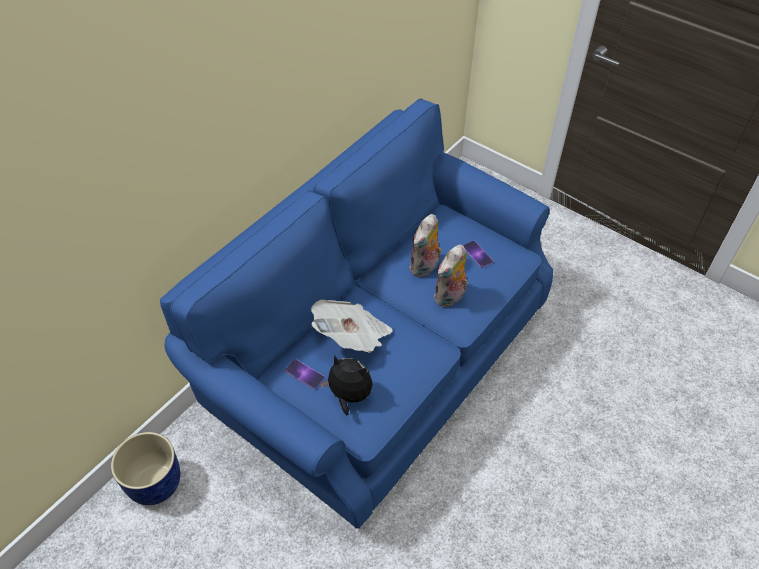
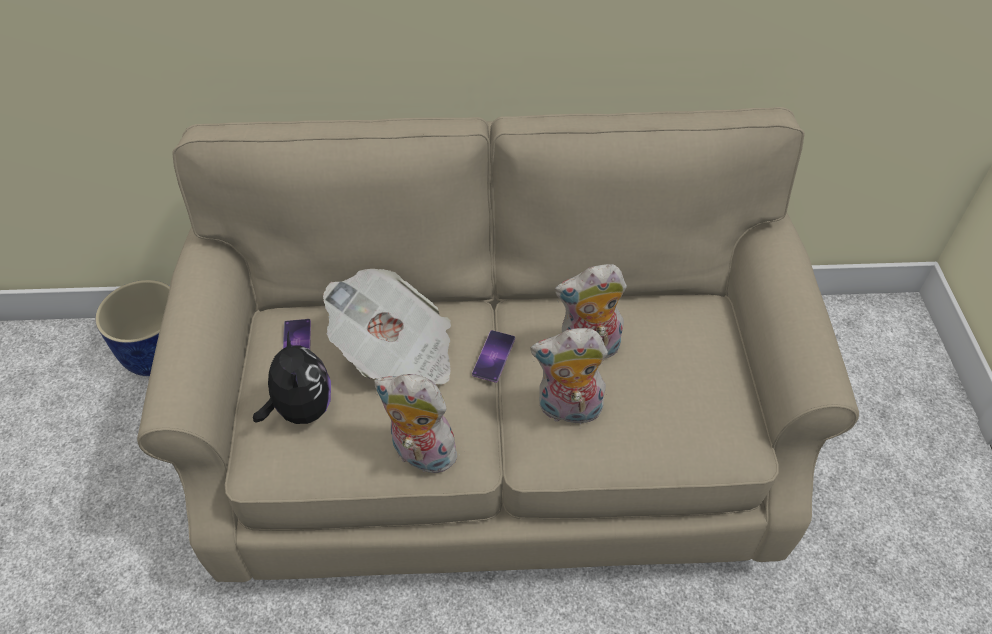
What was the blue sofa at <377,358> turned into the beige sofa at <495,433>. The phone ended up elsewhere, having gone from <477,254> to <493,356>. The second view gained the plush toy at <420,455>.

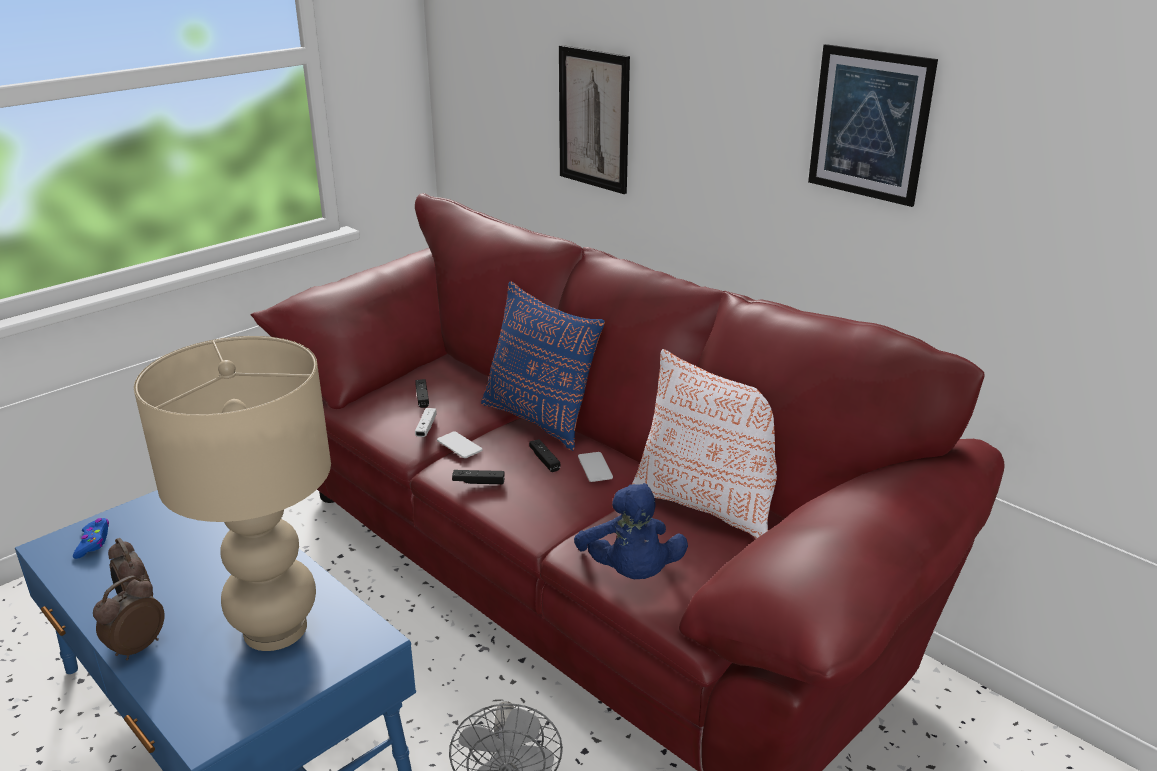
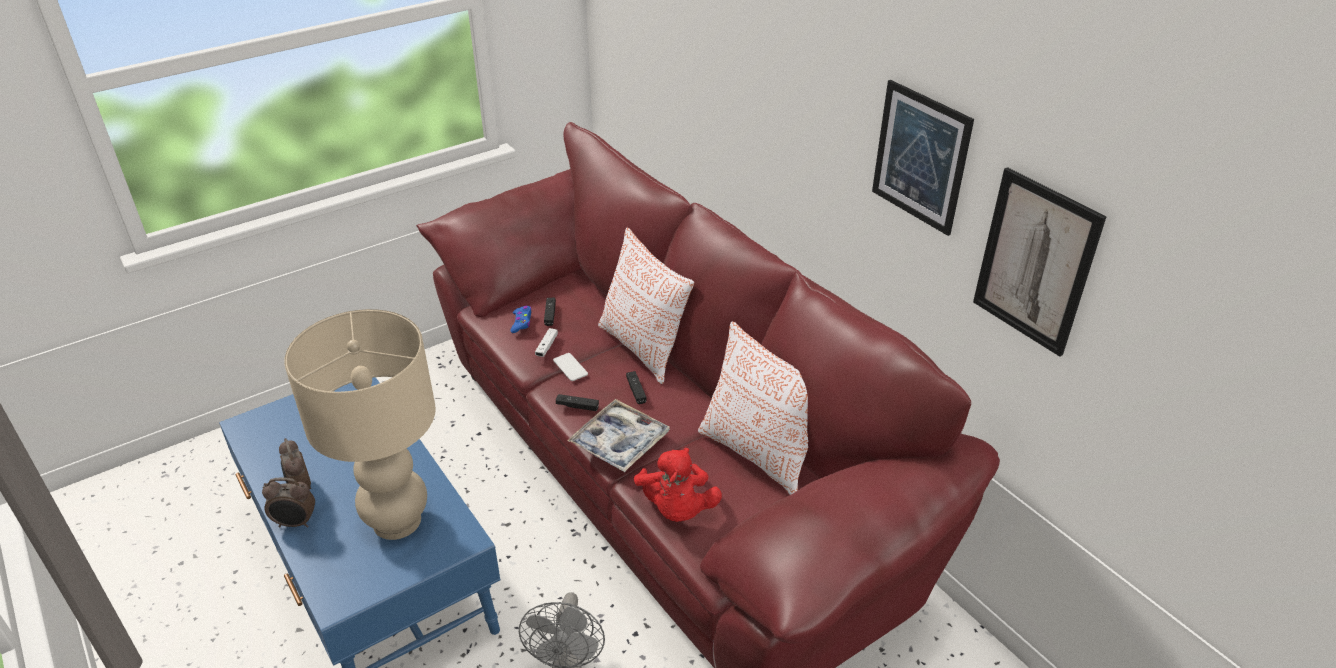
The blue game controller ended up elsewhere, having gone from <93,542> to <521,322>. The alarm clock at <136,647> ended up facing another way, 135 degrees counterclockwise from before. What was the blue pillow at <539,420> turned into the white pillow at <643,348>. The picture ended up elsewhere, having gone from <594,119> to <1035,262>. What was the blue plush toy at <630,572> turned into the red plush toy at <676,509>. The second view lost the phone at <595,467>. The second view gained the tray at <619,442>.

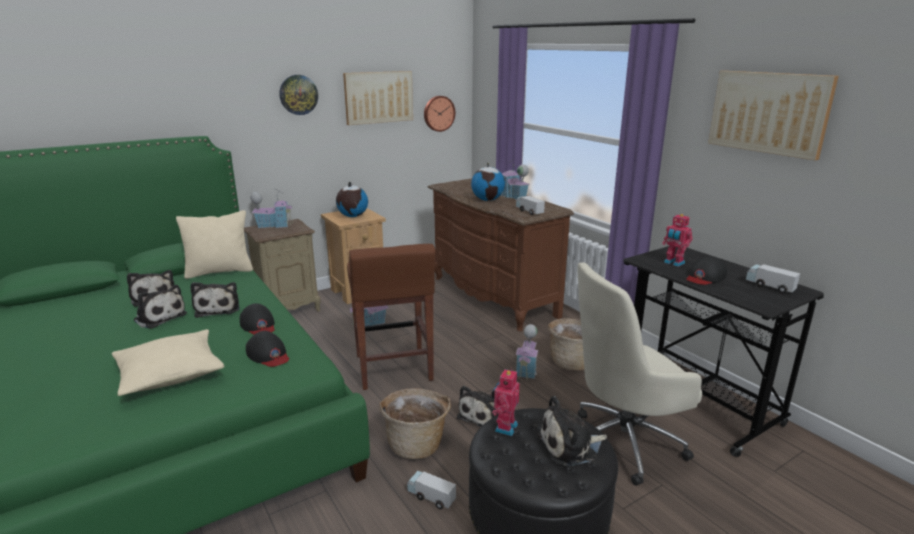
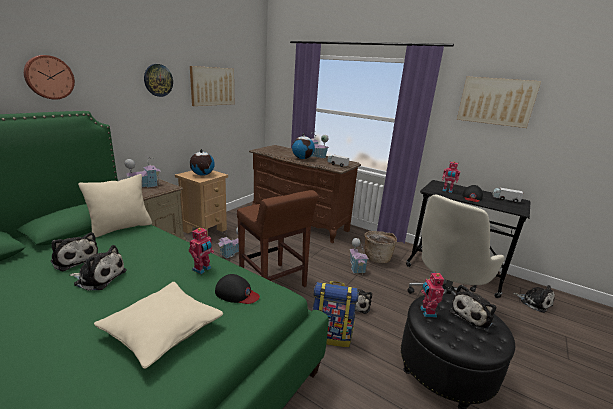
The plush toy ended up elsewhere, having gone from <218,308> to <534,302>. Where the black cap stood at <258,325>, the toy robot came to stand at <202,269>. Where the basket stood at <417,444>, the backpack came to stand at <331,335>. The second view lost the toy truck at <431,496>. The wall clock ended up elsewhere, having gone from <438,113> to <49,77>.

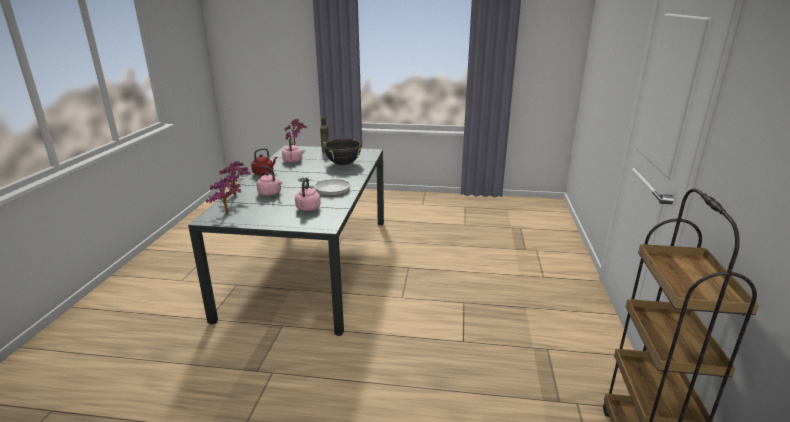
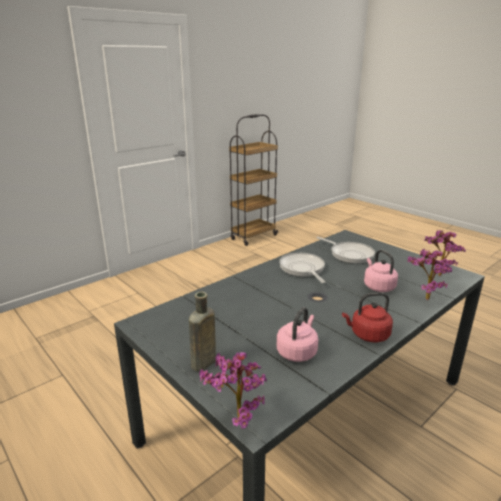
Where the pink kettle stood at <307,209>, the frying pan came to stand at <349,254>. The second view lost the black cooking pot at <343,164>.

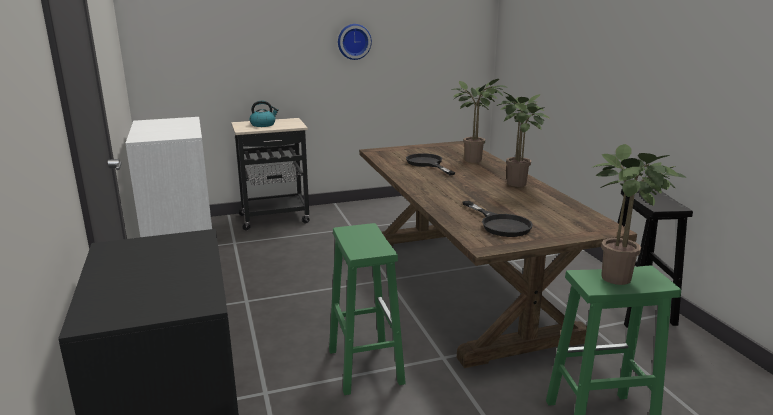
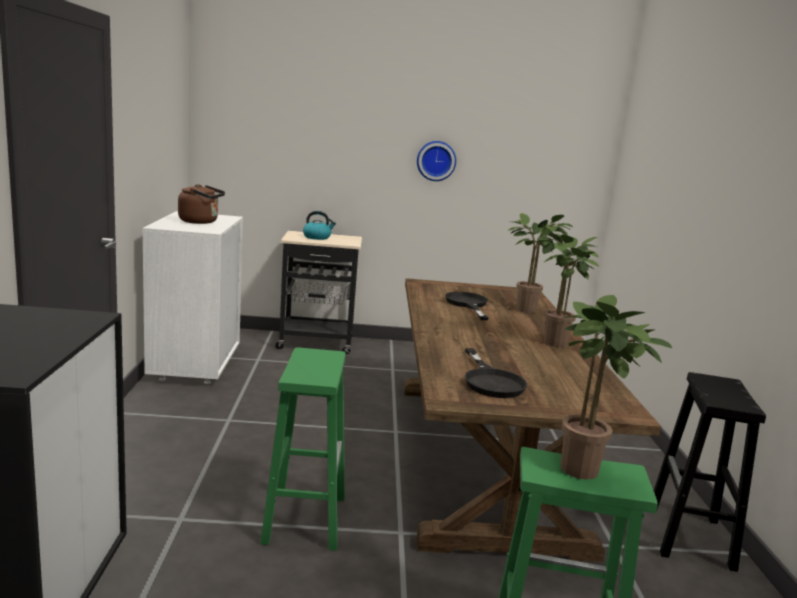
The second view gained the brown kettle at <201,222>.

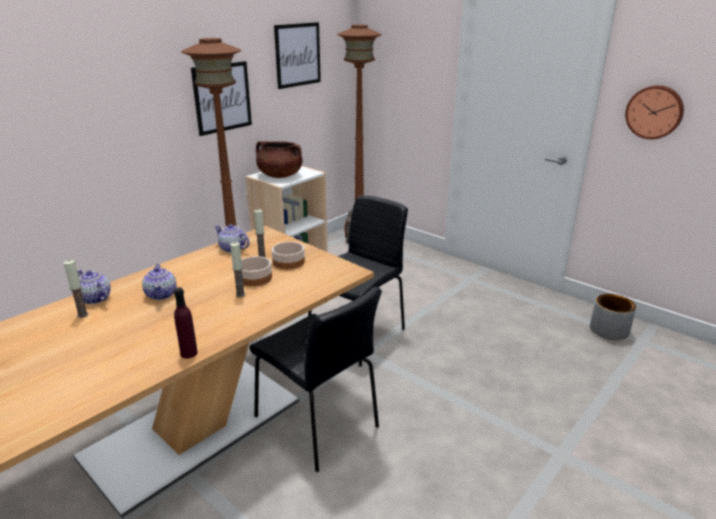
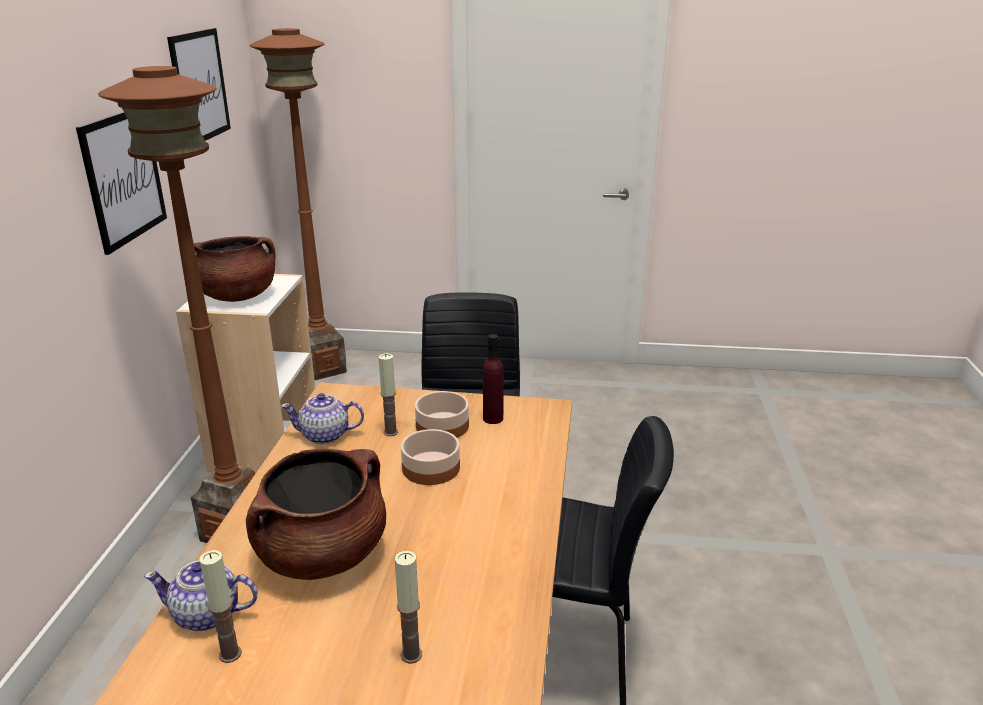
Where the teapot stood at <161,294>, the brown cooking pot came to stand at <322,554>. The purple bottle ended up elsewhere, having gone from <189,353> to <493,418>. The candle ended up elsewhere, having gone from <240,294> to <411,654>. The second view lost the grey planter at <609,331>. The second view lost the wall clock at <654,112>.

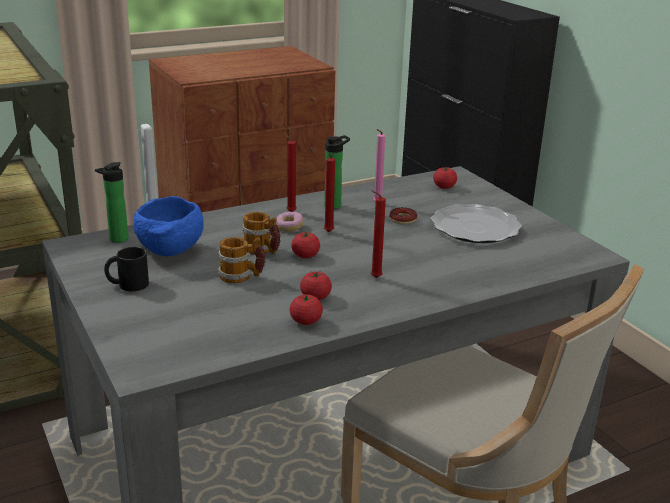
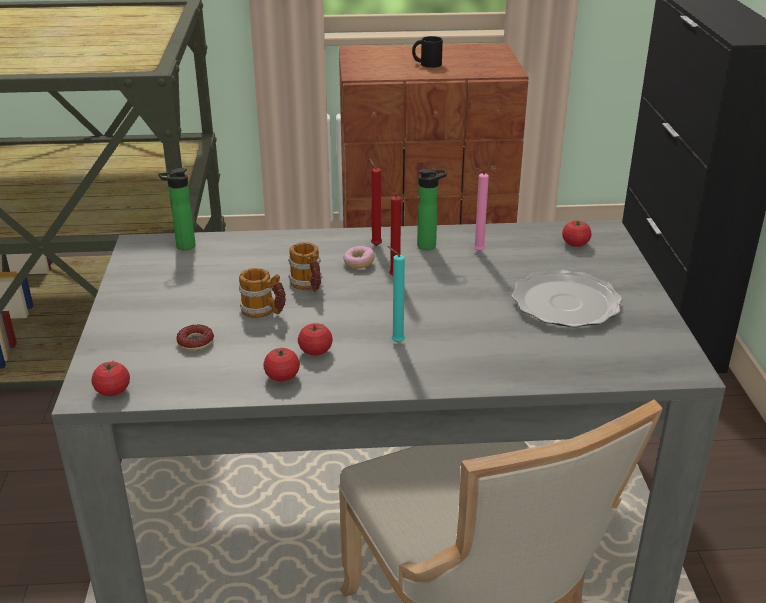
The black mug ended up elsewhere, having gone from <127,284> to <426,64>. The second view lost the blue bowl at <170,252>. The tomato ended up elsewhere, having gone from <305,255> to <113,391>. What was the red candle at <374,278> turned into the turquoise candle at <395,342>. The donut ended up elsewhere, having gone from <403,219> to <195,342>.

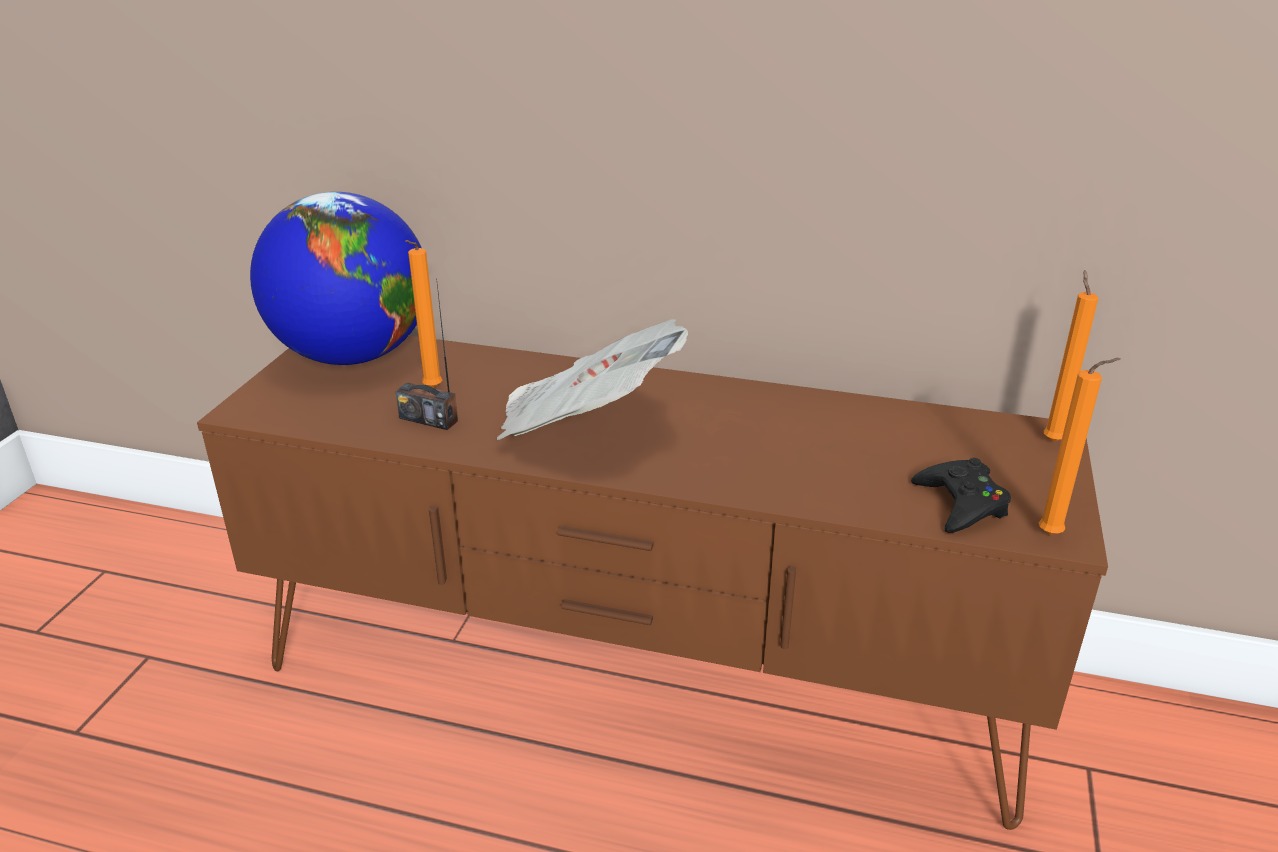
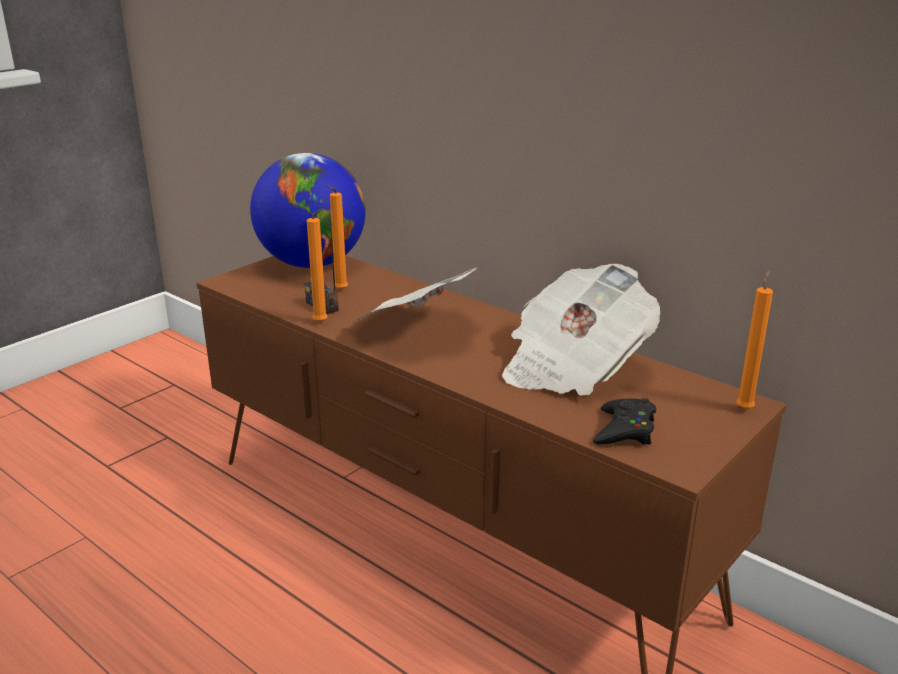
The orange candle ended up elsewhere, having gone from <1054,535> to <321,323>. The second view gained the newspaper at <572,366>.

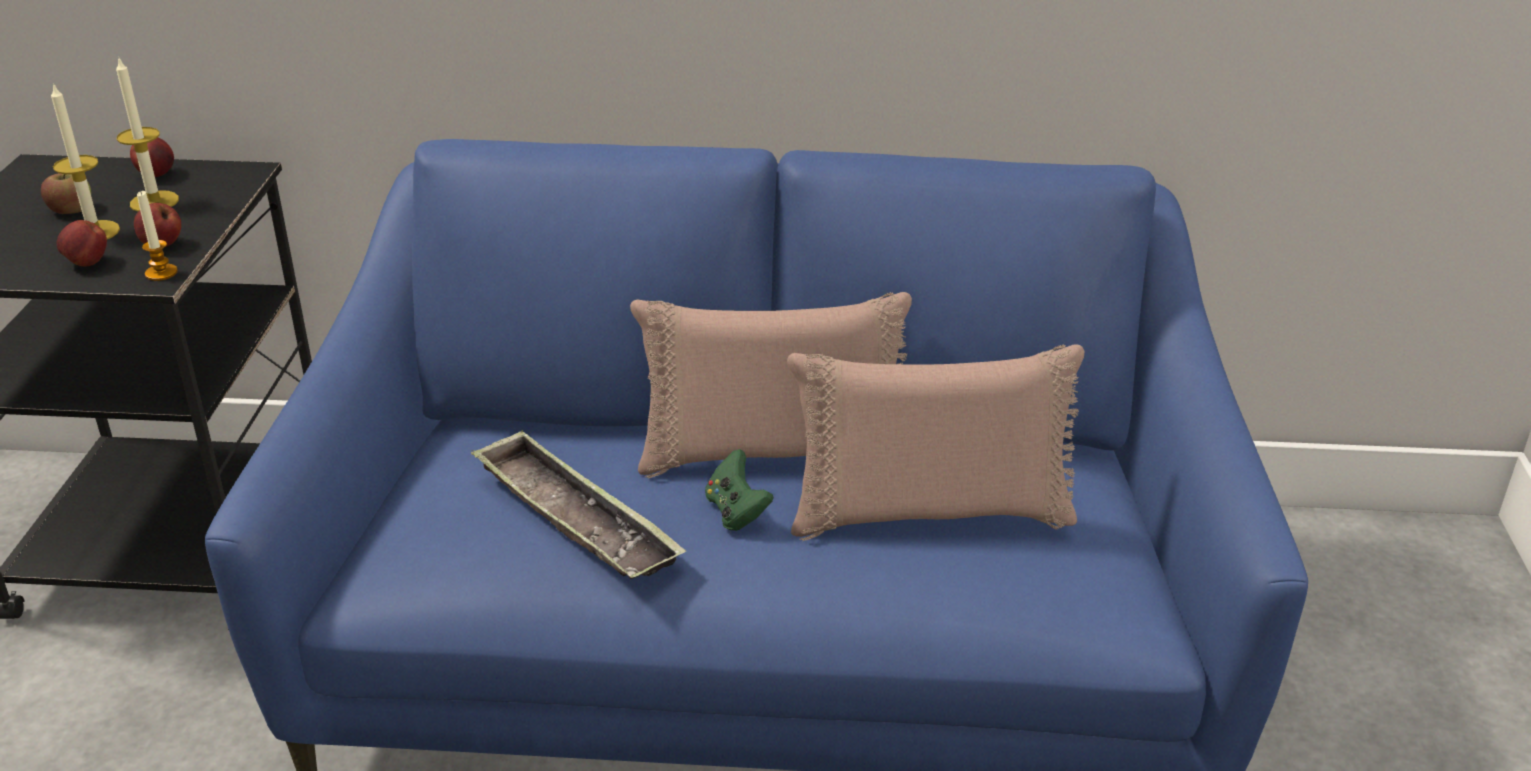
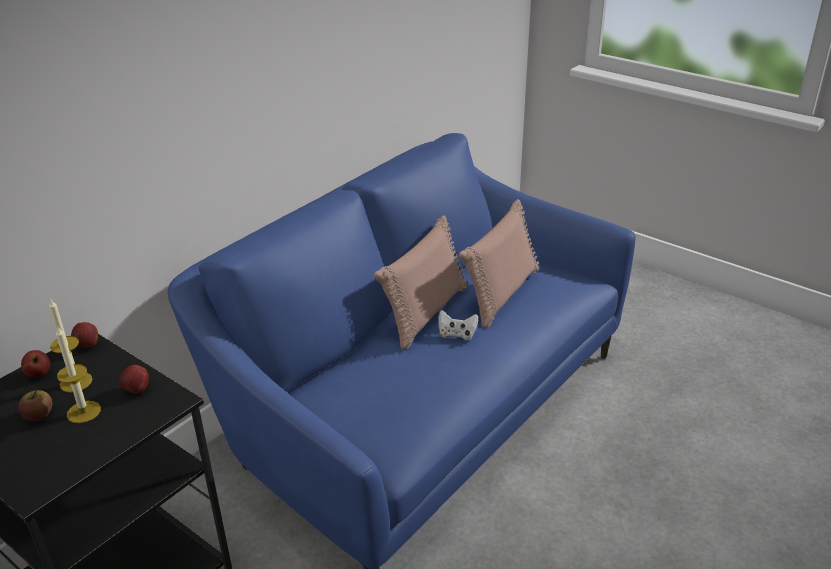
The apple ended up elsewhere, having gone from <87,263> to <87,346>. The second view lost the candle at <161,273>. The second view lost the tray at <575,517>. What was the green game controller at <736,512> turned into the white game controller at <457,334>.

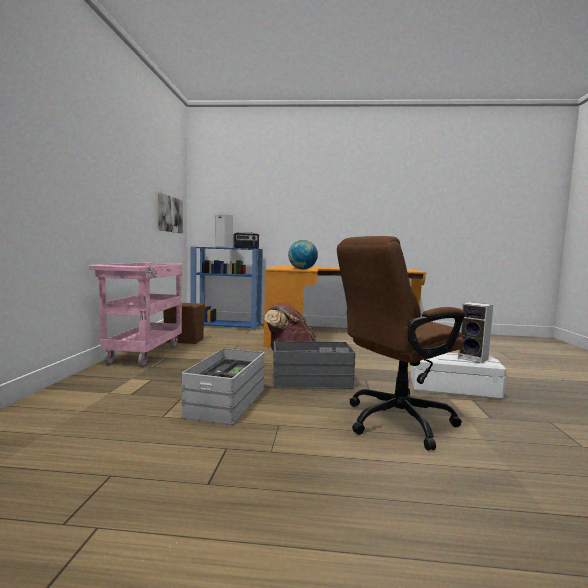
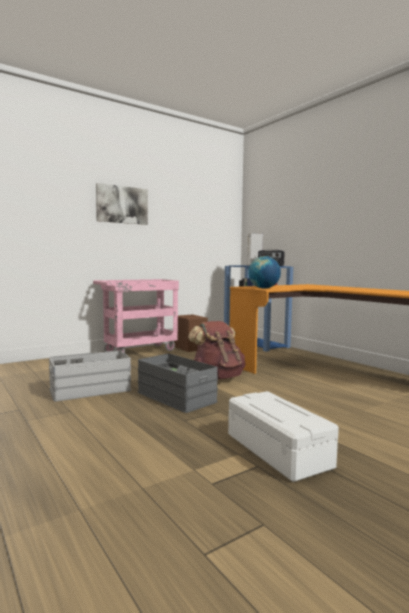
The picture ended up elsewhere, having gone from <169,214> to <122,204>. The second view lost the brown office chair at <394,423>. The second view lost the speaker at <474,358>.

